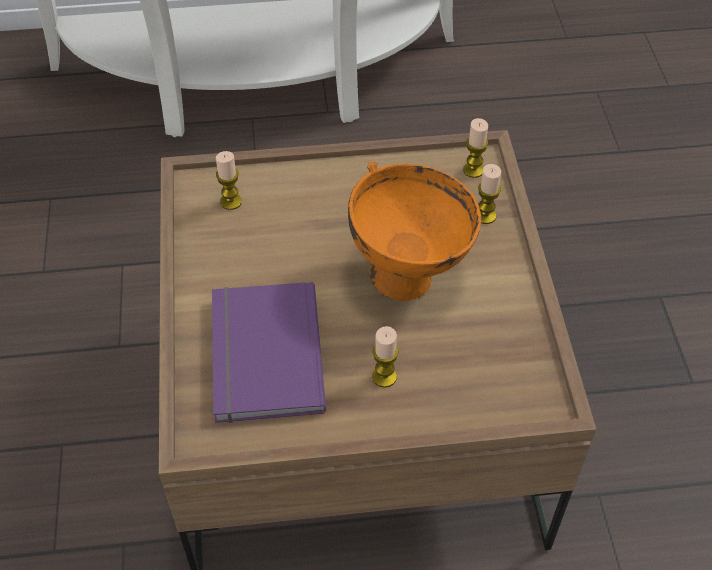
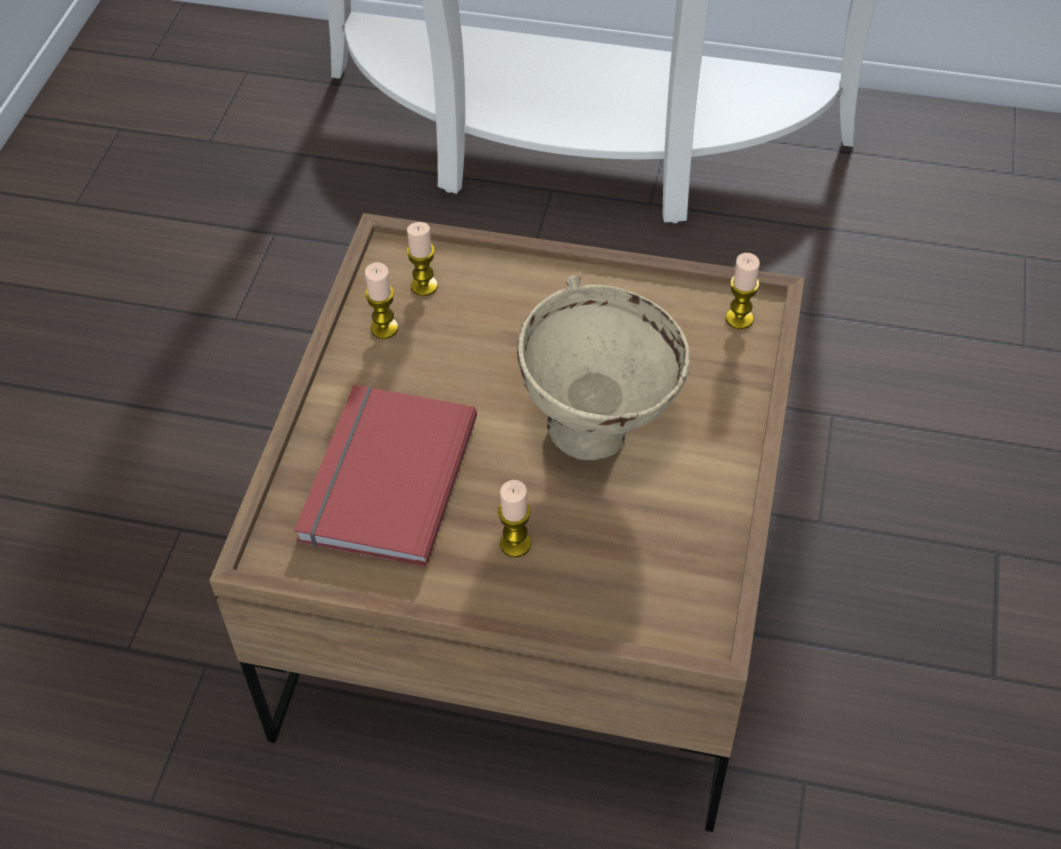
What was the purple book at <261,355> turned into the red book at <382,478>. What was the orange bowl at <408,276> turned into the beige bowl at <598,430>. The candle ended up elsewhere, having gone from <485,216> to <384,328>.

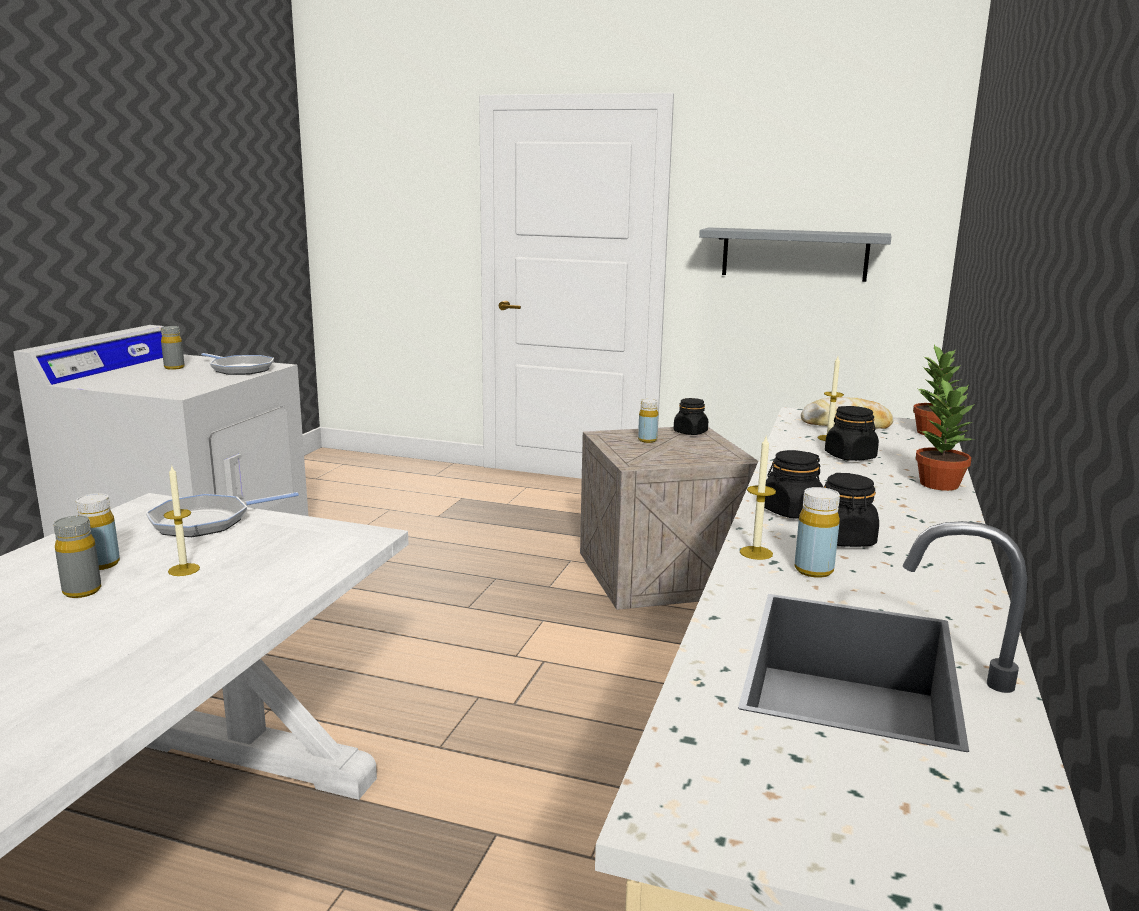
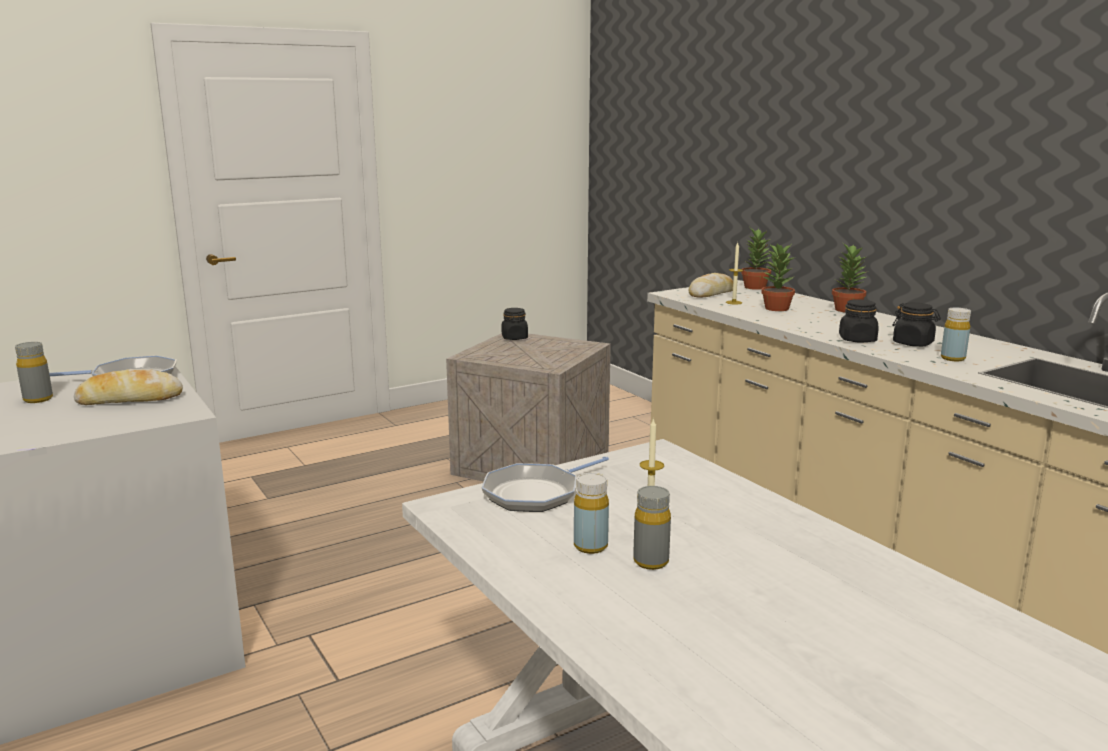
The frying pan at <206,521> ended up facing another way, 45 degrees clockwise from before. The second view lost the yellow bottle at <647,440>. The second view lost the grey shelf at <794,254>. The second view lost the candle at <756,553>. Where the black jar stood at <850,456>, the potted plant came to stand at <776,308>. The second view gained the bread at <130,399>.

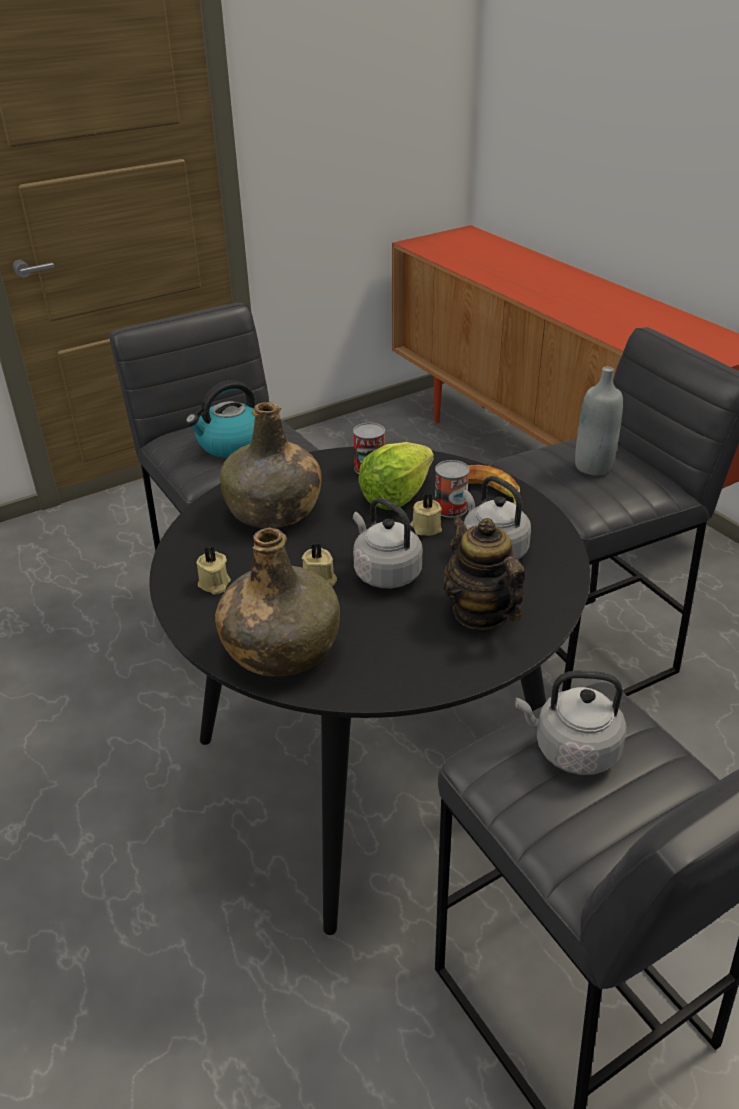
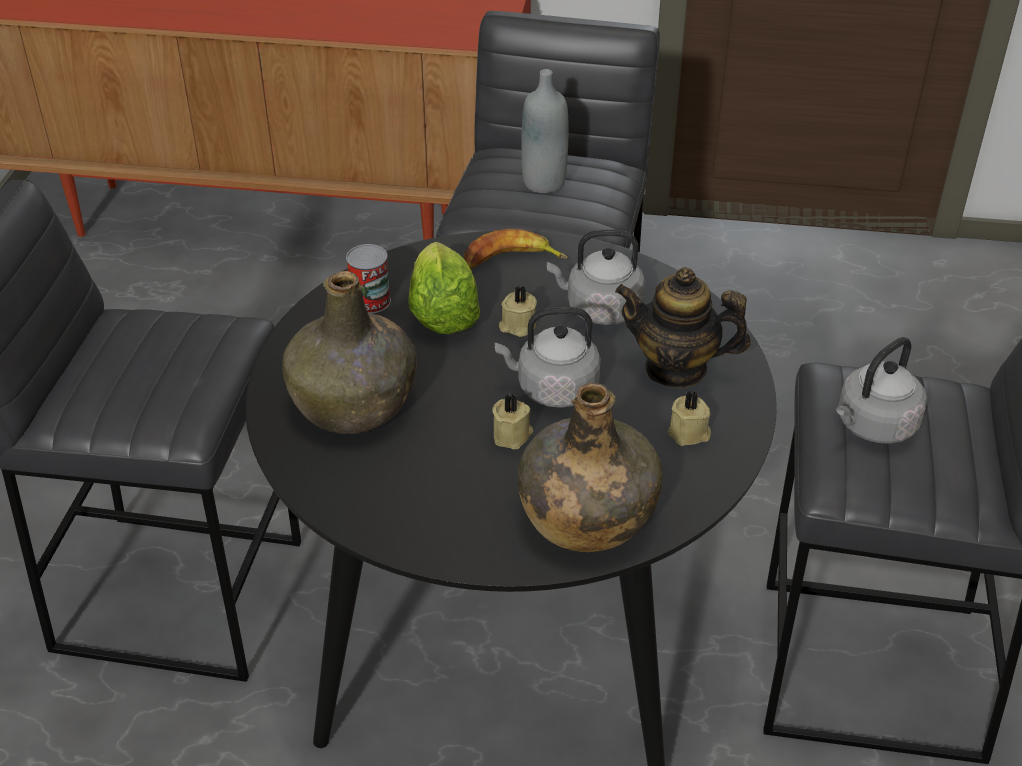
The second view lost the kettle at <231,445>. The beige candle ended up elsewhere, having gone from <214,584> to <689,434>. The second view lost the can at <450,508>.

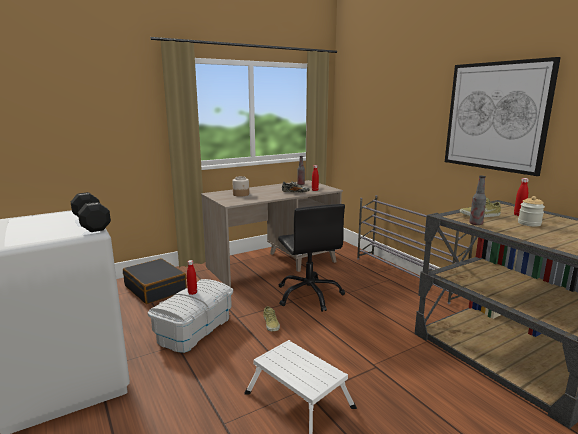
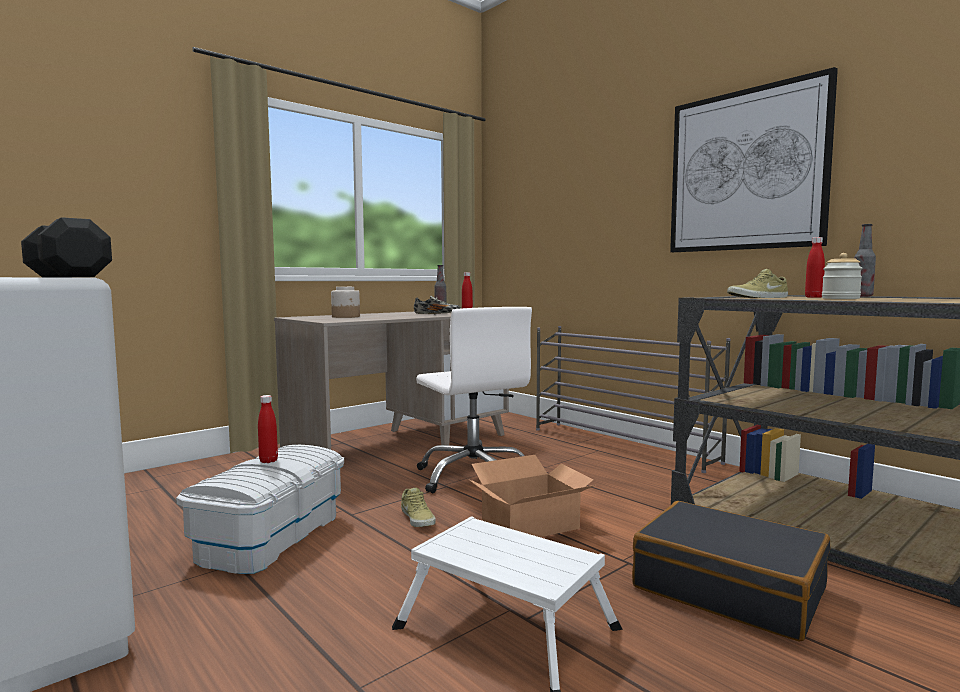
The black suitcase ended up elsewhere, having gone from <156,288> to <729,588>. What was the black office chair at <309,295> turned into the white office chair at <474,476>. The bottle ended up elsewhere, having gone from <475,224> to <862,296>. The second view gained the cardboard box at <531,524>.

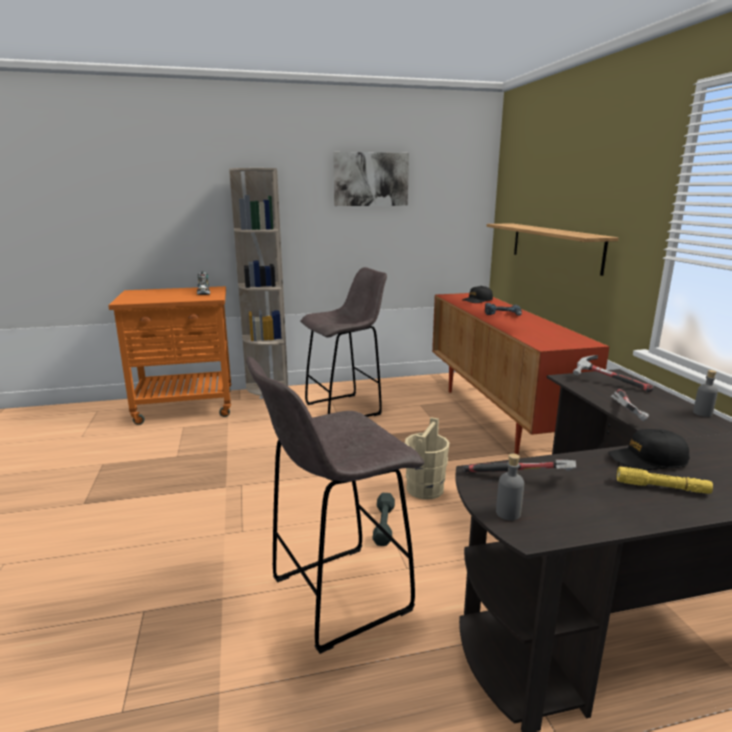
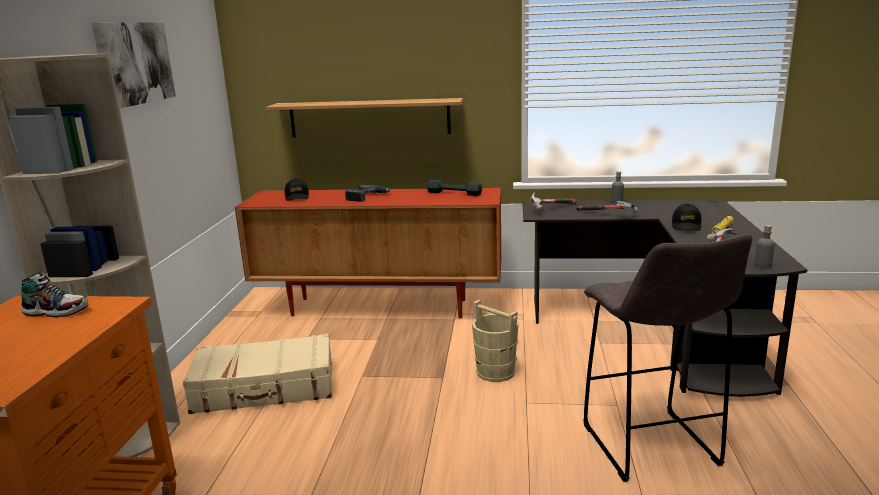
Where the grey stool stood at <345,409>, the beige suitcase came to stand at <265,388>. The grey dumbbell ended up elsewhere, having gone from <384,524> to <454,193>.

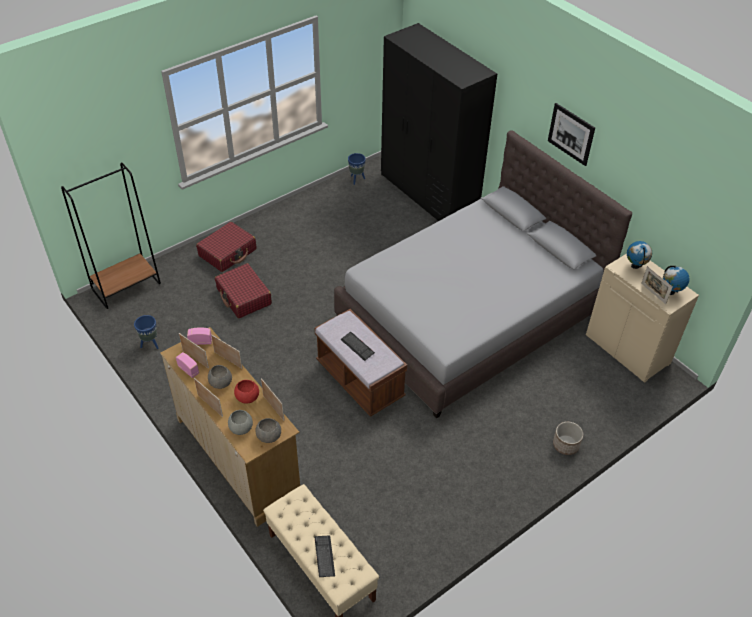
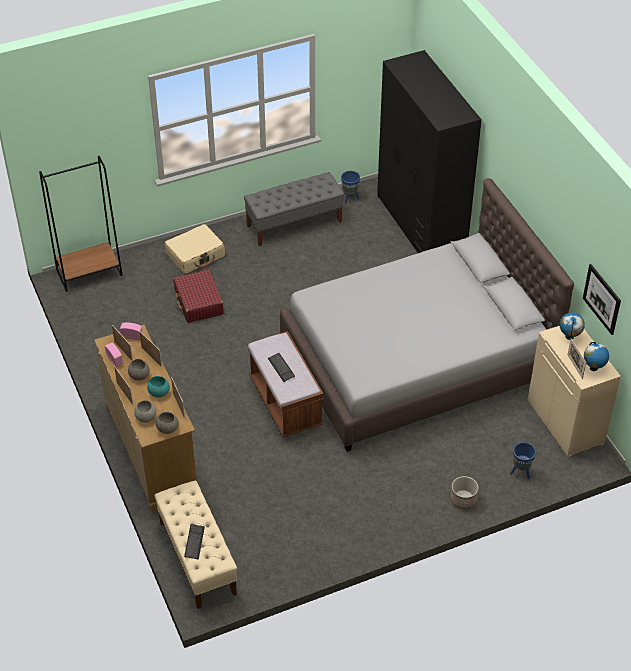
The blue planter ended up elsewhere, having gone from <150,344> to <520,472>. What was the red suitcase at <228,252> turned into the beige suitcase at <195,255>. What was the red bowl at <247,397> turned into the turquoise bowl at <158,392>. The picture ended up elsewhere, having gone from <571,134> to <602,299>. The second view gained the grey bench at <294,223>.

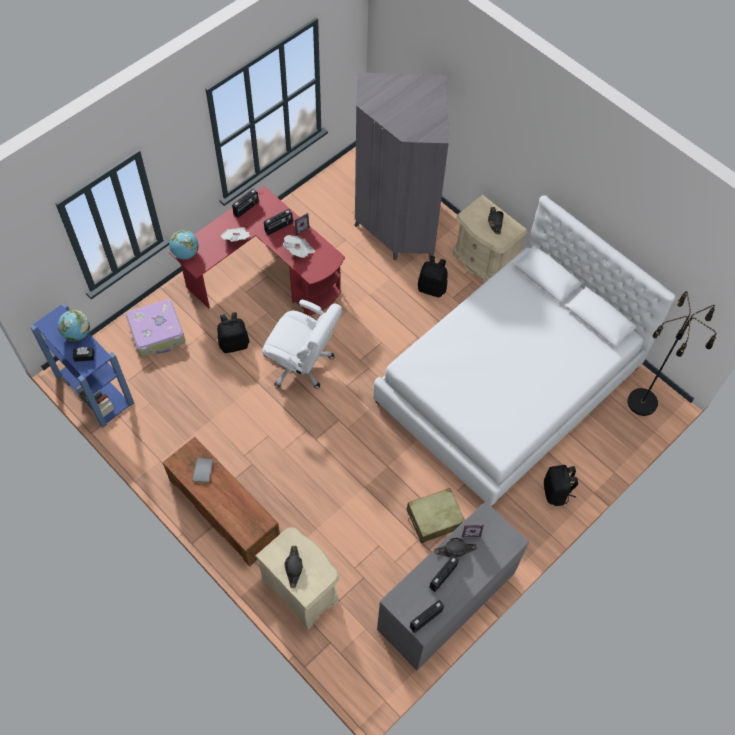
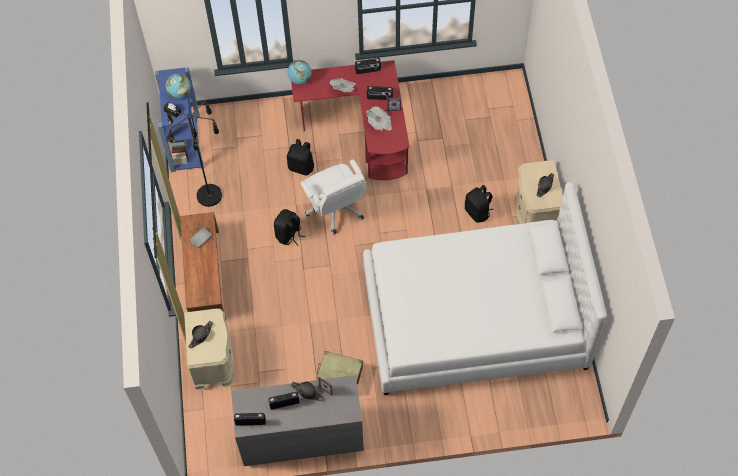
The second view lost the suitcase at <157,333>. The second view lost the grey wardrobe at <397,225>. The black backpack ended up elsewhere, having gone from <556,492> to <289,235>. The floor lamp ended up elsewhere, having gone from <642,403> to <209,196>.

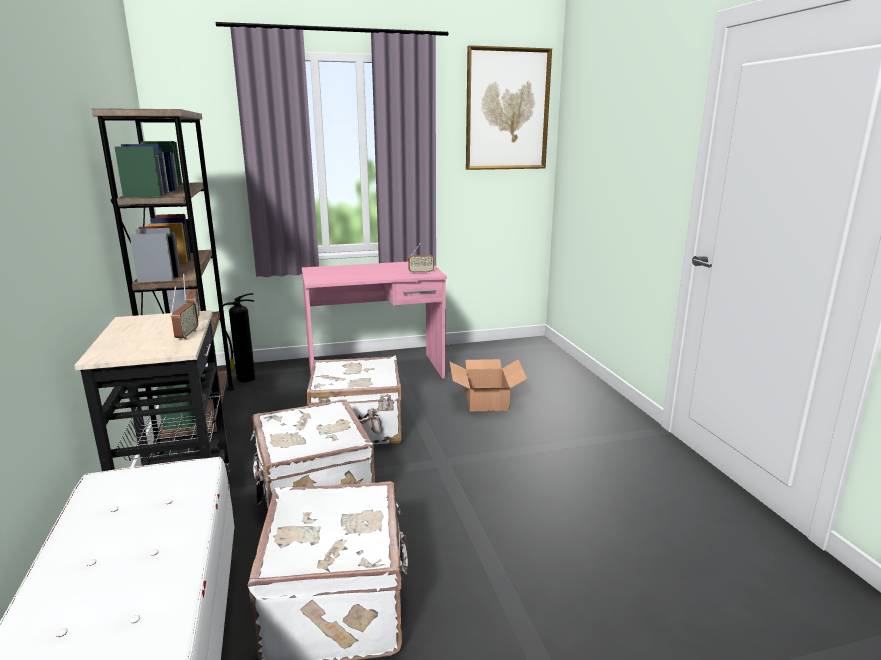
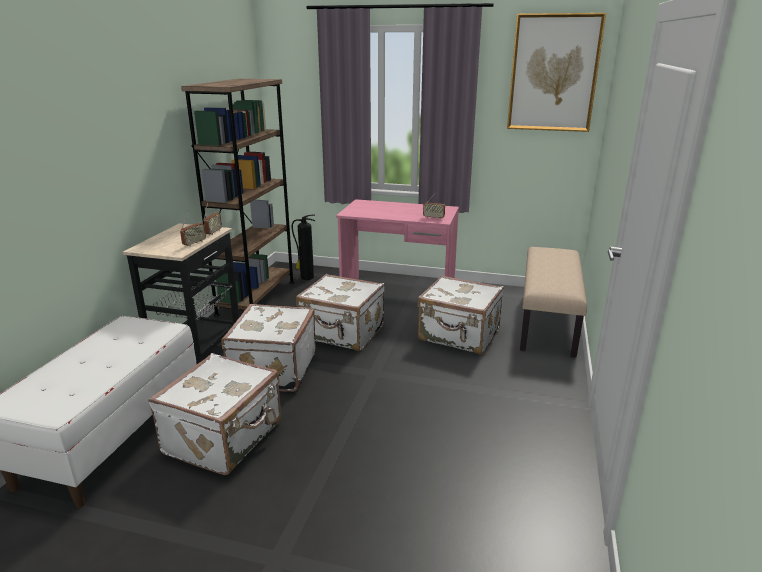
Where the cardboard box stood at <486,399>, the white suitcase came to stand at <459,336>. The second view gained the beige bench at <548,323>.

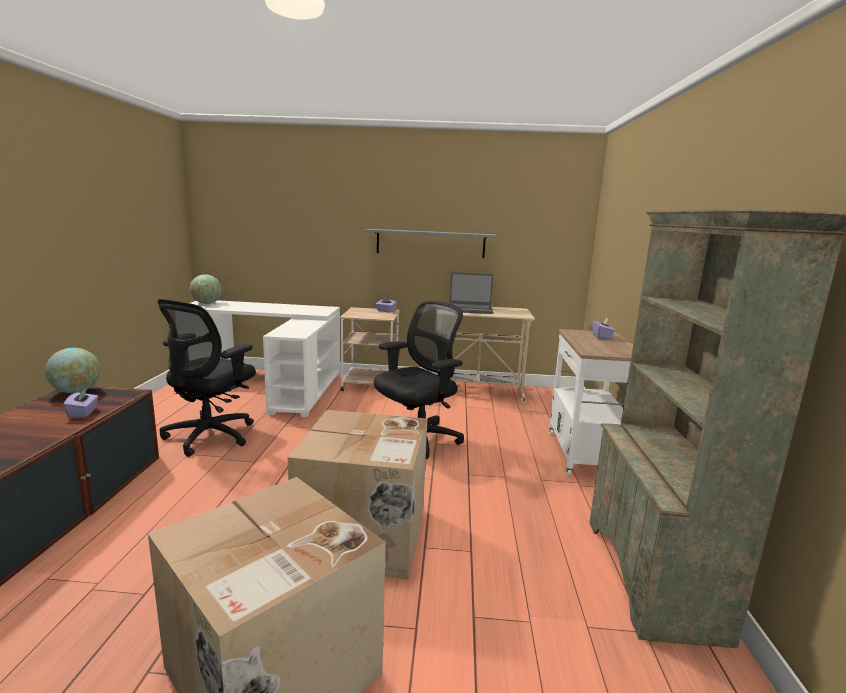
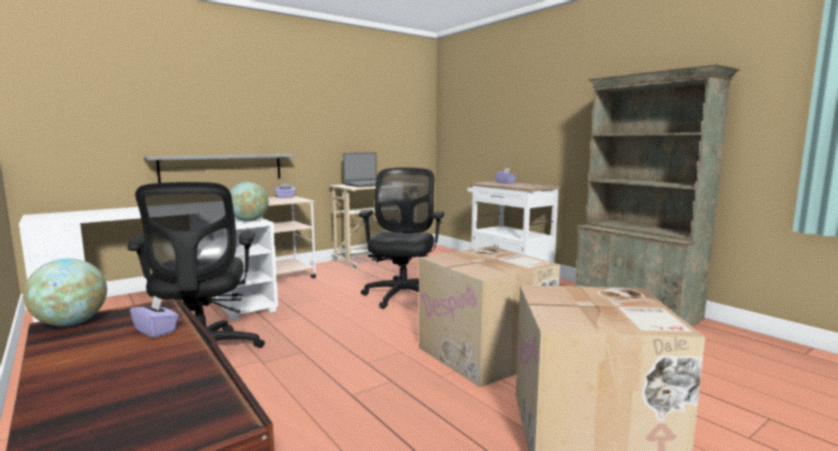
The globe ended up elsewhere, having gone from <207,303> to <249,221>. The grey shelf ended up elsewhere, having gone from <430,243> to <222,168>.

